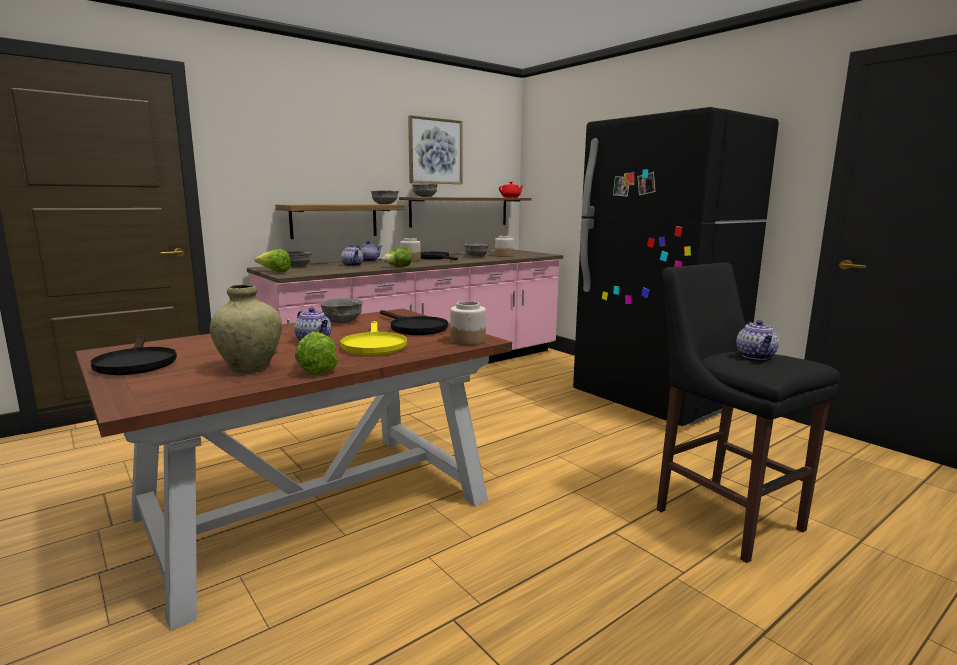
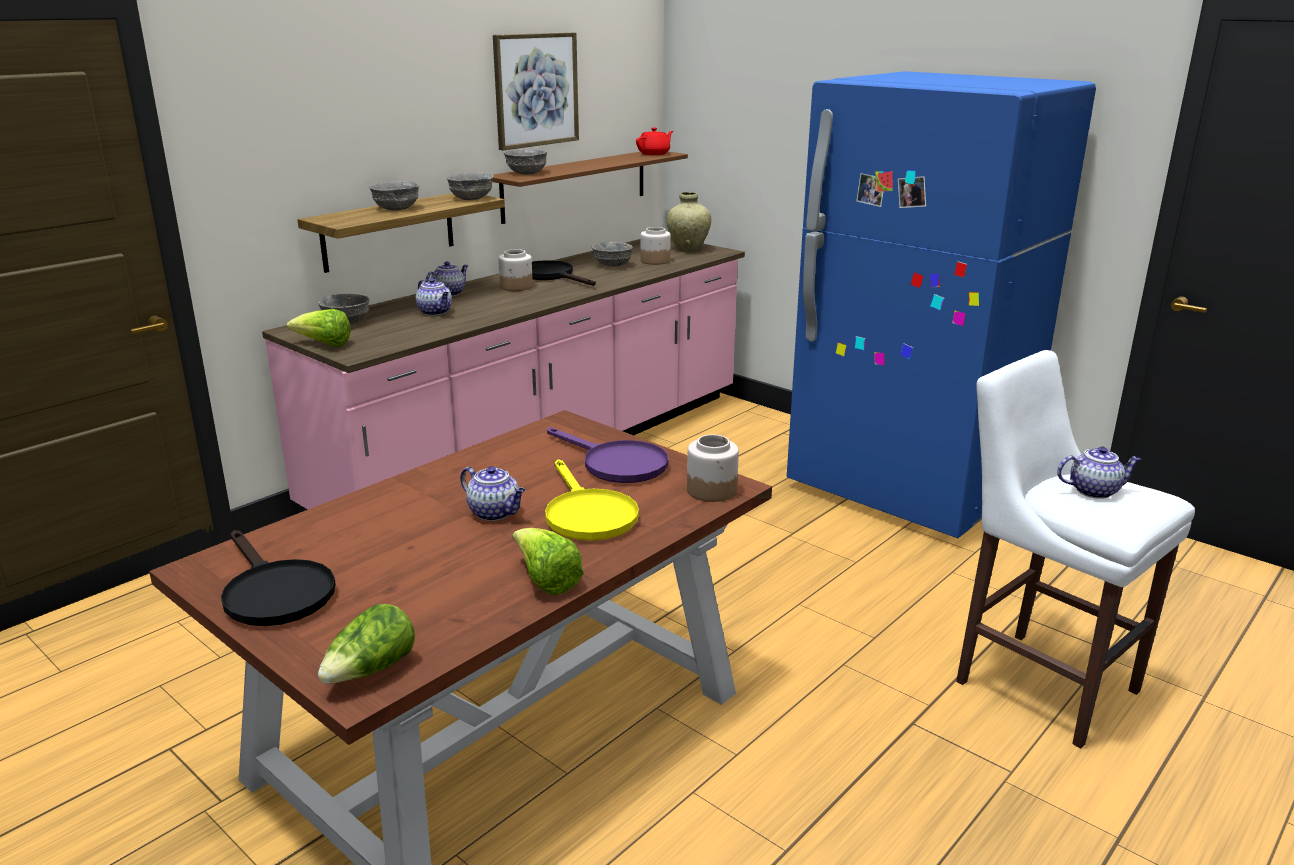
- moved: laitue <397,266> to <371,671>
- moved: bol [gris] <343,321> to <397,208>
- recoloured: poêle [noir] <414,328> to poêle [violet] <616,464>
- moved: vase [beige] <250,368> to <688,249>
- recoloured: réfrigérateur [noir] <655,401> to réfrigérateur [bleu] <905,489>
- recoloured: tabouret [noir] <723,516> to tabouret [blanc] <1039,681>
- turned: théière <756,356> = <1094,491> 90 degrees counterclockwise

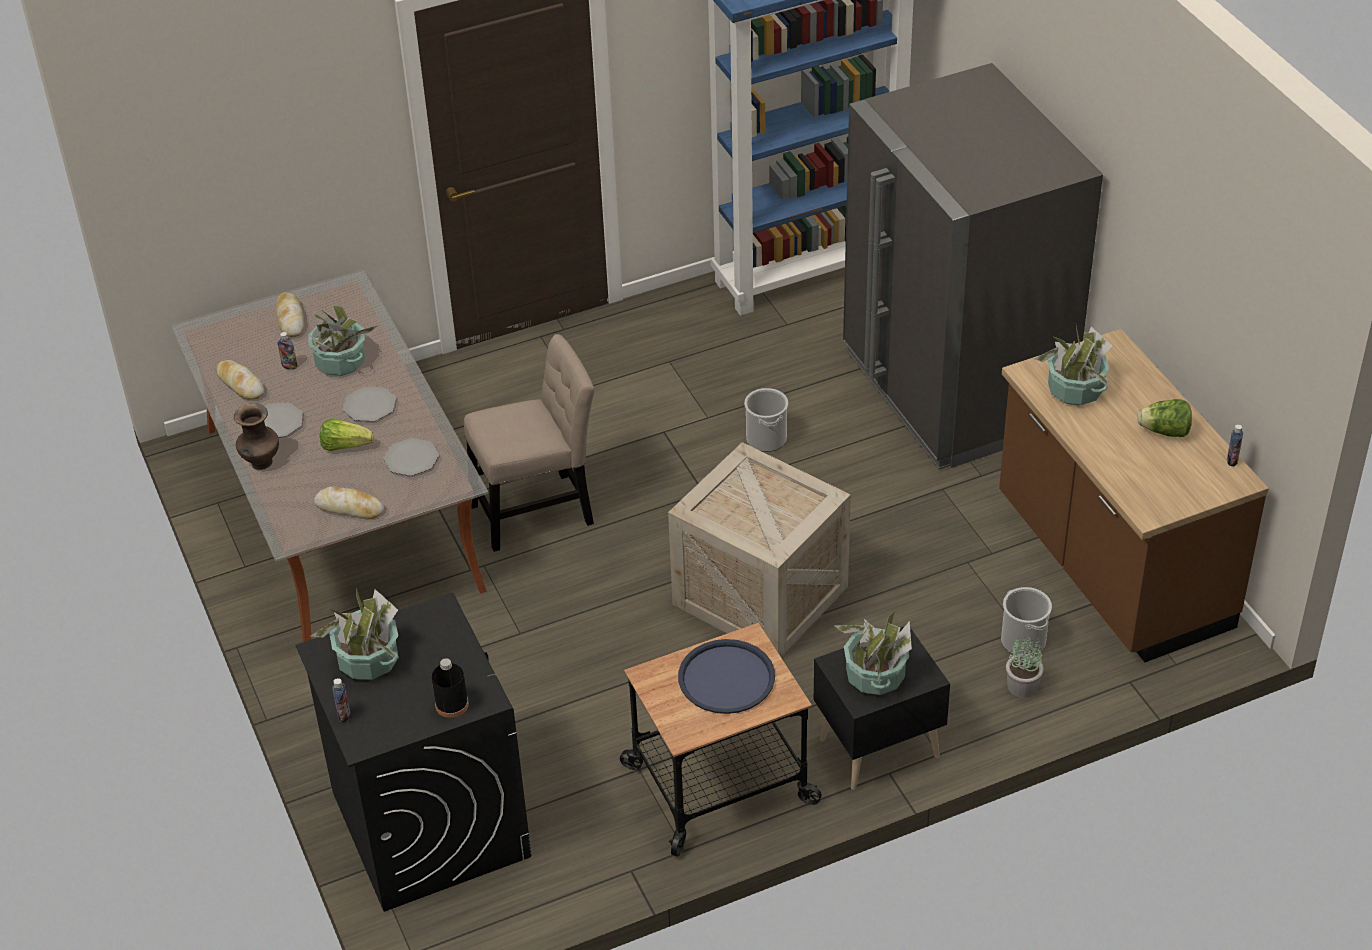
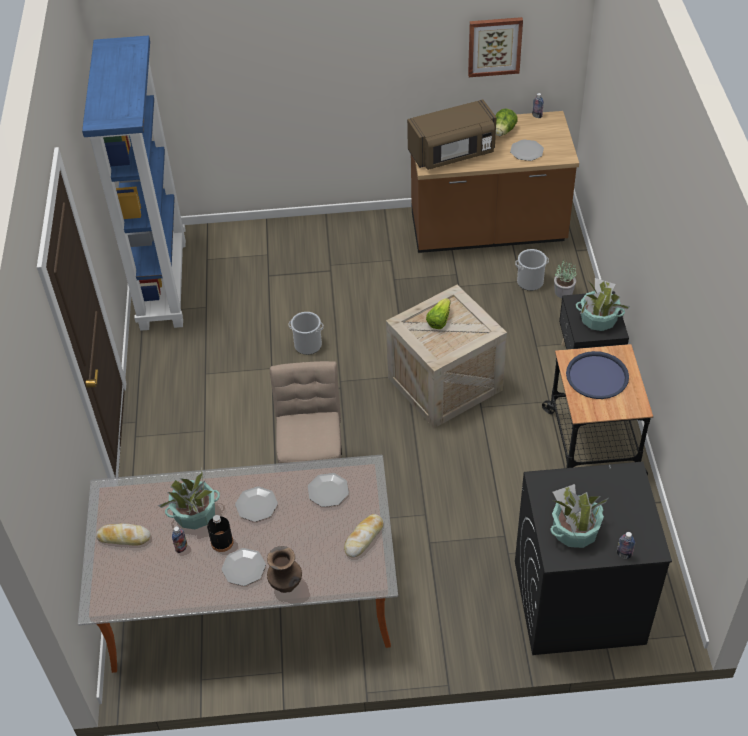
- moved: bouteille [noir] <452,705> to <222,542>
- replaced: plante en pot <1075,390> to micro-ondes [marron] <452,153>
- moved: laitue <345,445> to <439,320>
- added: tableau <494,46>
- added: assiette <526,151>
- removed: pain <240,384>
- removed: réfrigérateur [gris] <954,390>

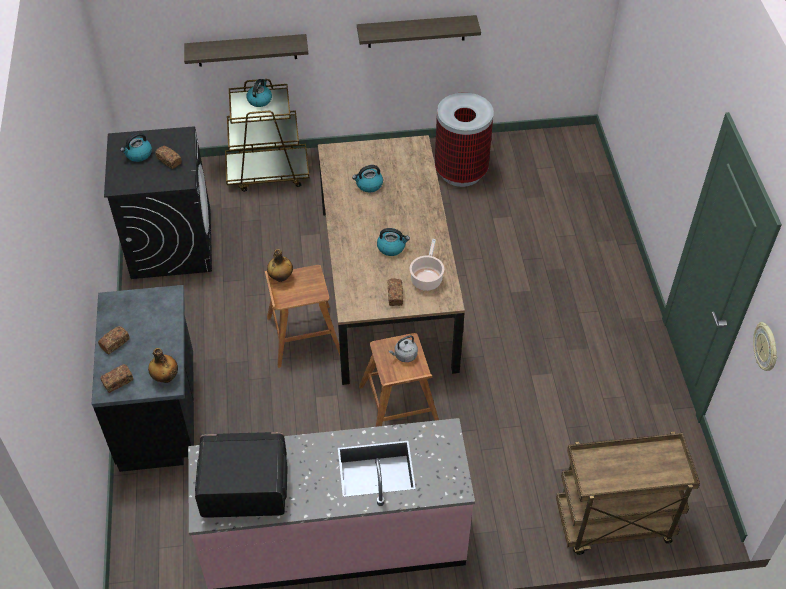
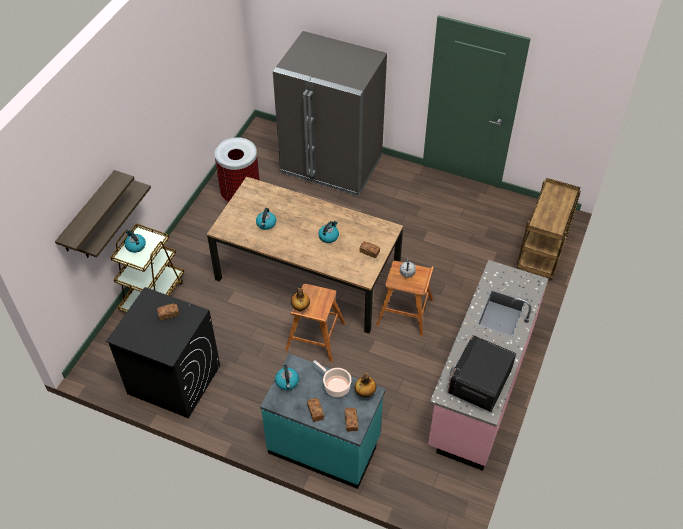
- moved: étagère <416,31> to <88,213>
- recoloured: comptoir de cuisine [noir] <160,413> to comptoir de cuisine [turquoise] <324,445>
- added: réfrigérateur [gris] <331,165>
- moved: bouilloire <138,154> to <287,382>
- moved: marmite <427,278> to <335,386>
- removed: horloge murale <766,348>

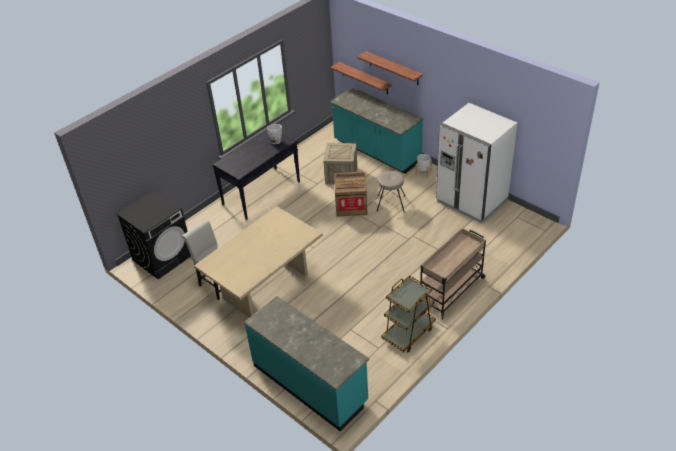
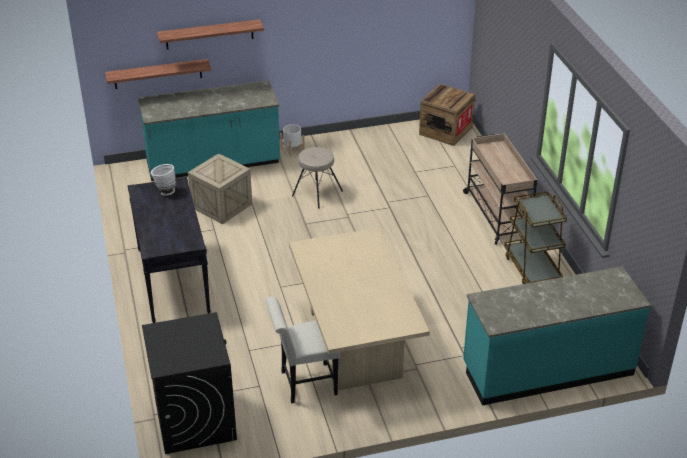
- moved: caisse <351,205> to <445,131>
- removed: réfrigérateur [blanc] <471,201>

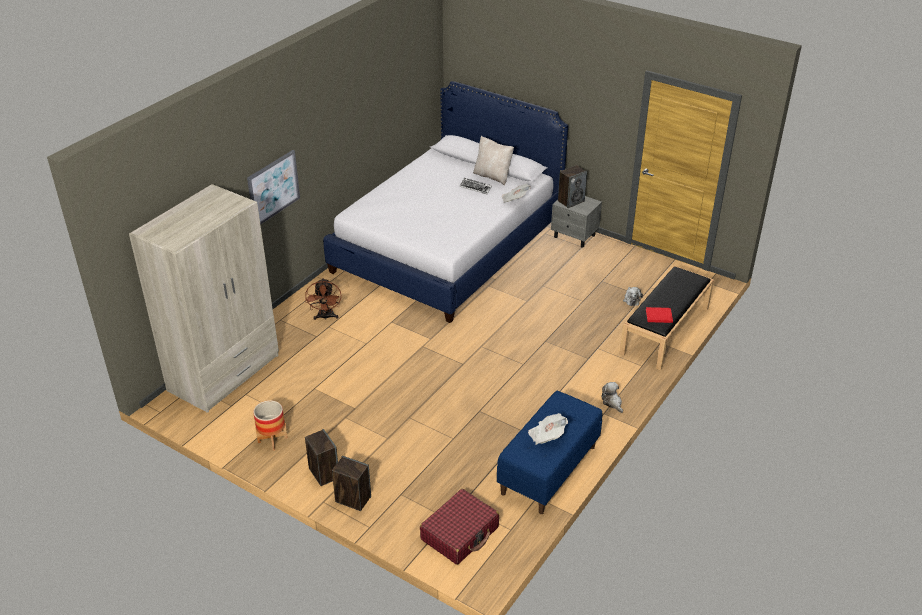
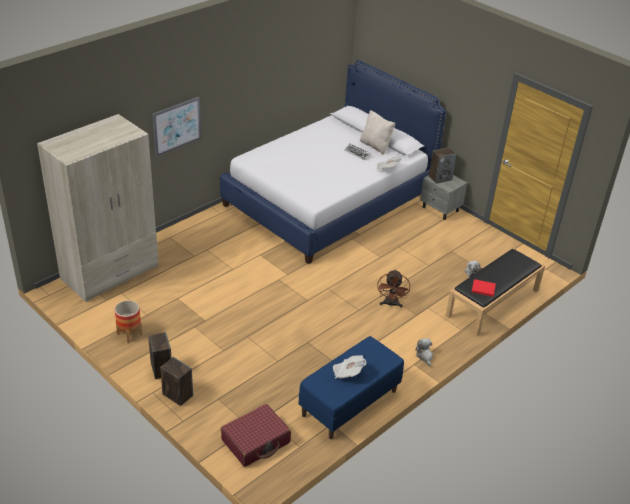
- moved: ventilateur [marron] <325,317> to <391,304>

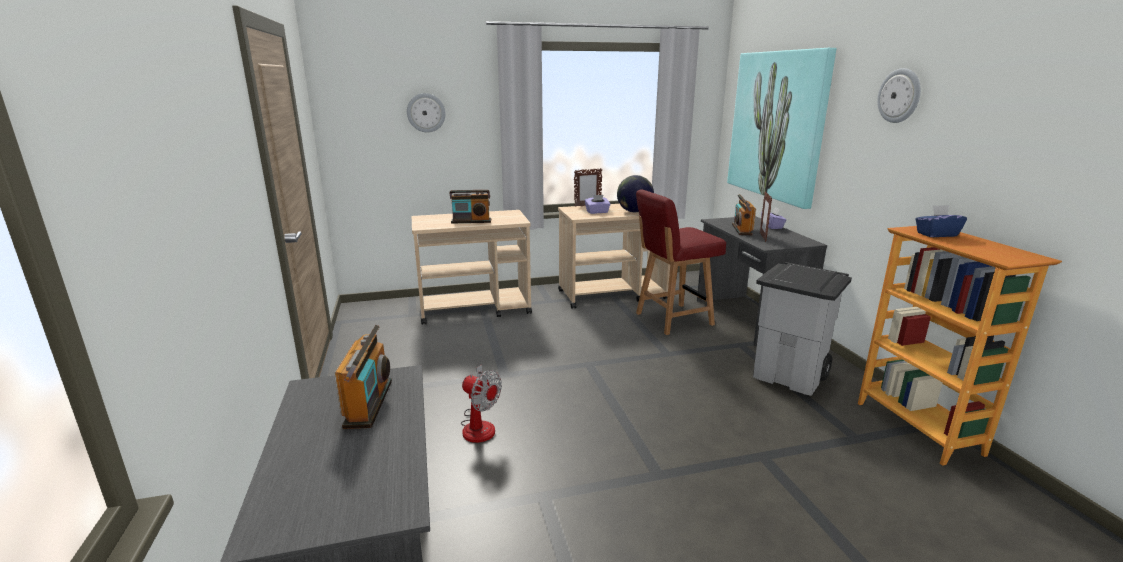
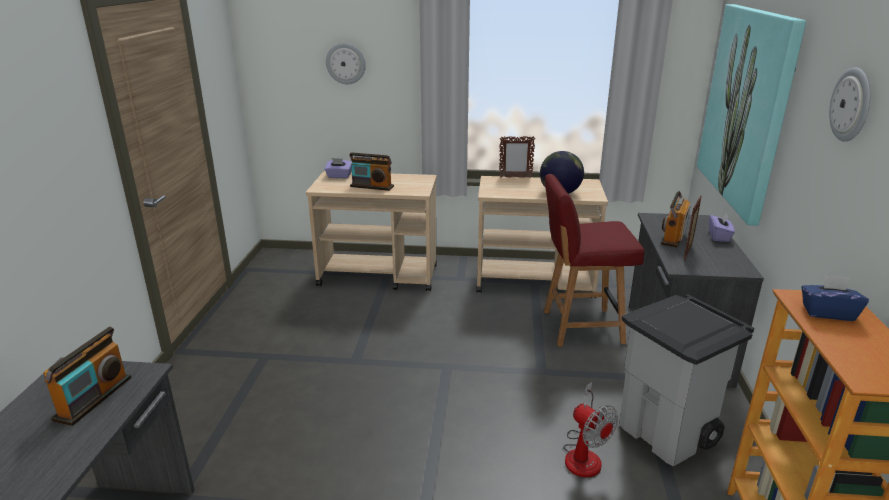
- moved: boîte à mouchoirs [violet] <597,212> to <339,176>
- moved: ventilateur <479,425> to <584,454>

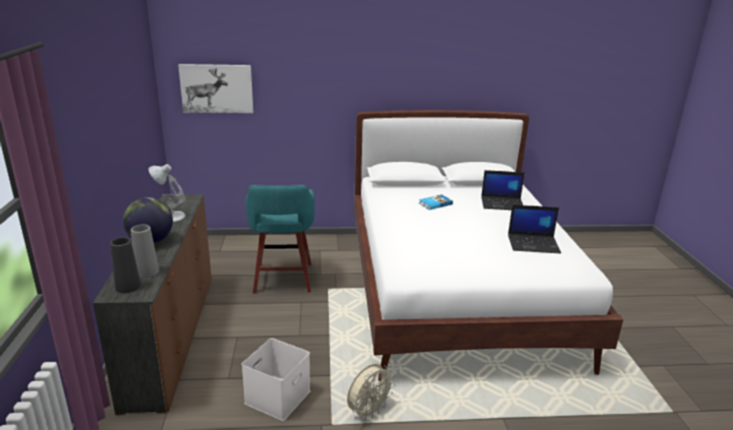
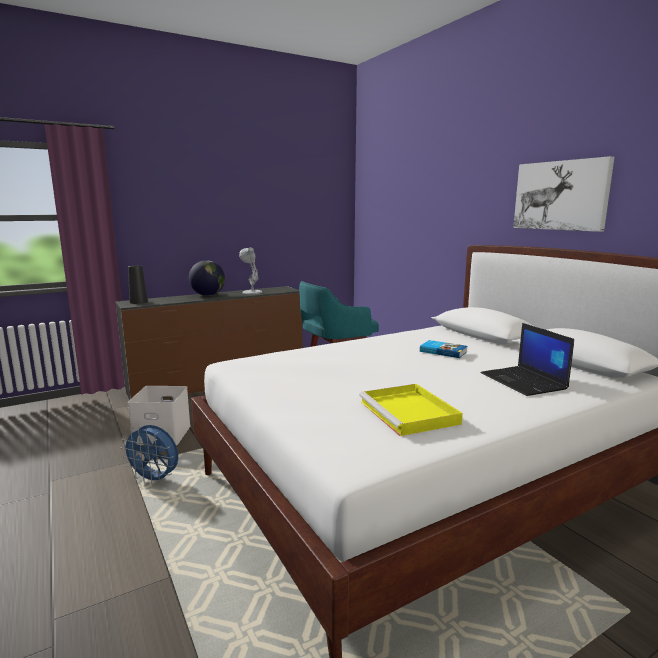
- recoloured: ventilateur [beige] <368,412> to ventilateur [bleu] <155,479>
- replaced: ordinateur portable <534,244> to plateau [jaune] <410,413>
- moved: tableau <217,88> to <561,195>
- removed: vase [gris] <147,272>

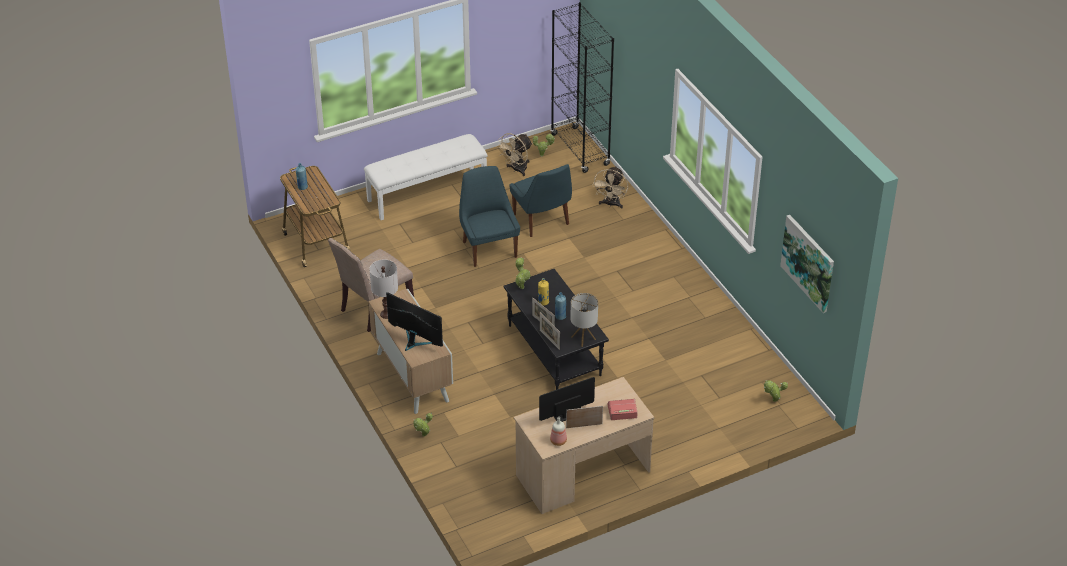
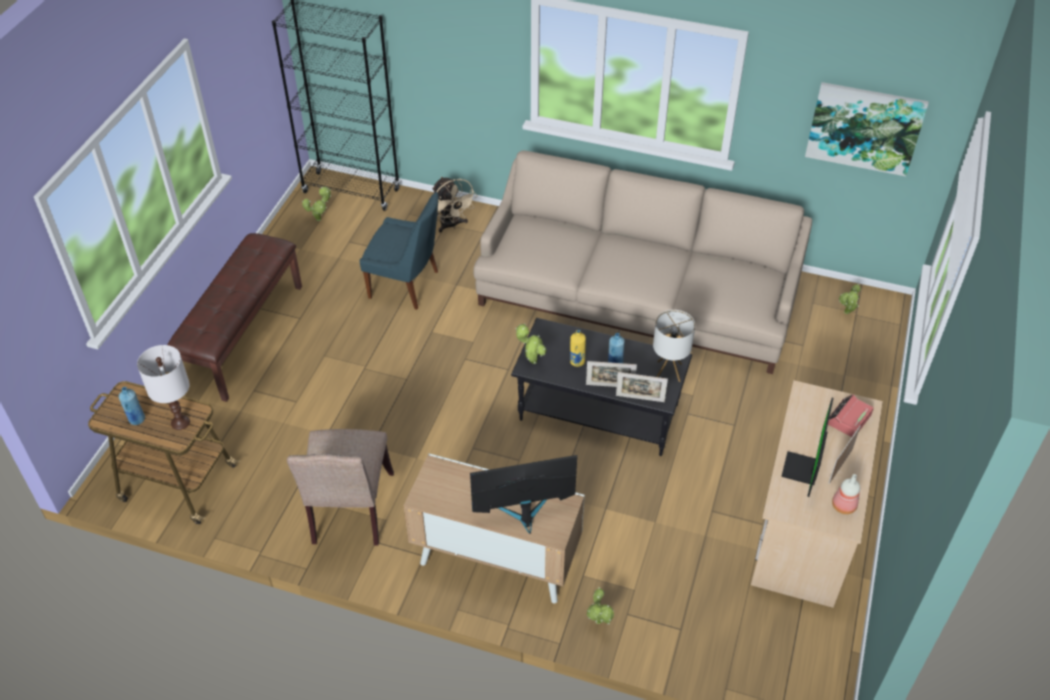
- moved: lampe de table [blanc] <386,314> to <180,422>
- recoloured: banc [blanc] <427,193> to banc [marron] <243,335>
- added: canapé [beige] <636,297>
- removed: chaise [bleu] <489,248>
- removed: ventilateur [beige] <516,170>

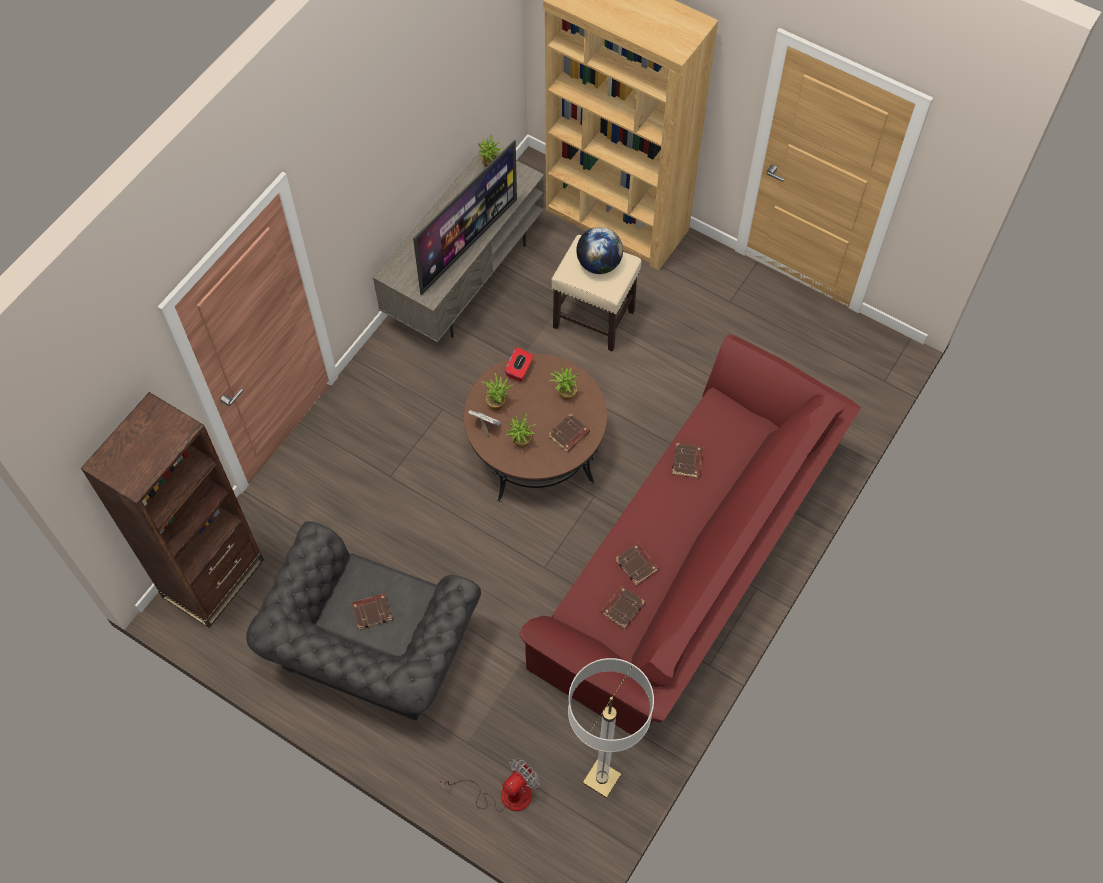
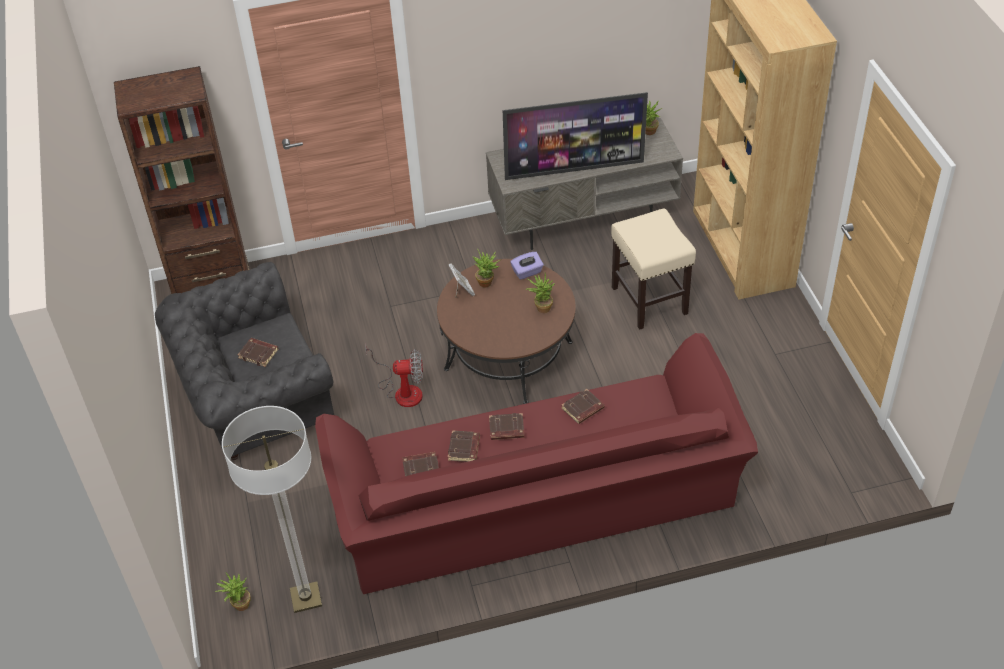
- moved: plante en pot <520,444> to <238,605>
- moved: ventilateur <504,794> to <402,390>
- moved: livre [marron] <569,435> to <506,429>
- recoloured: boîte à mouchoirs [rouge] <519,370> to boîte à mouchoirs [violet] <527,272>
- removed: globe <599,264>

